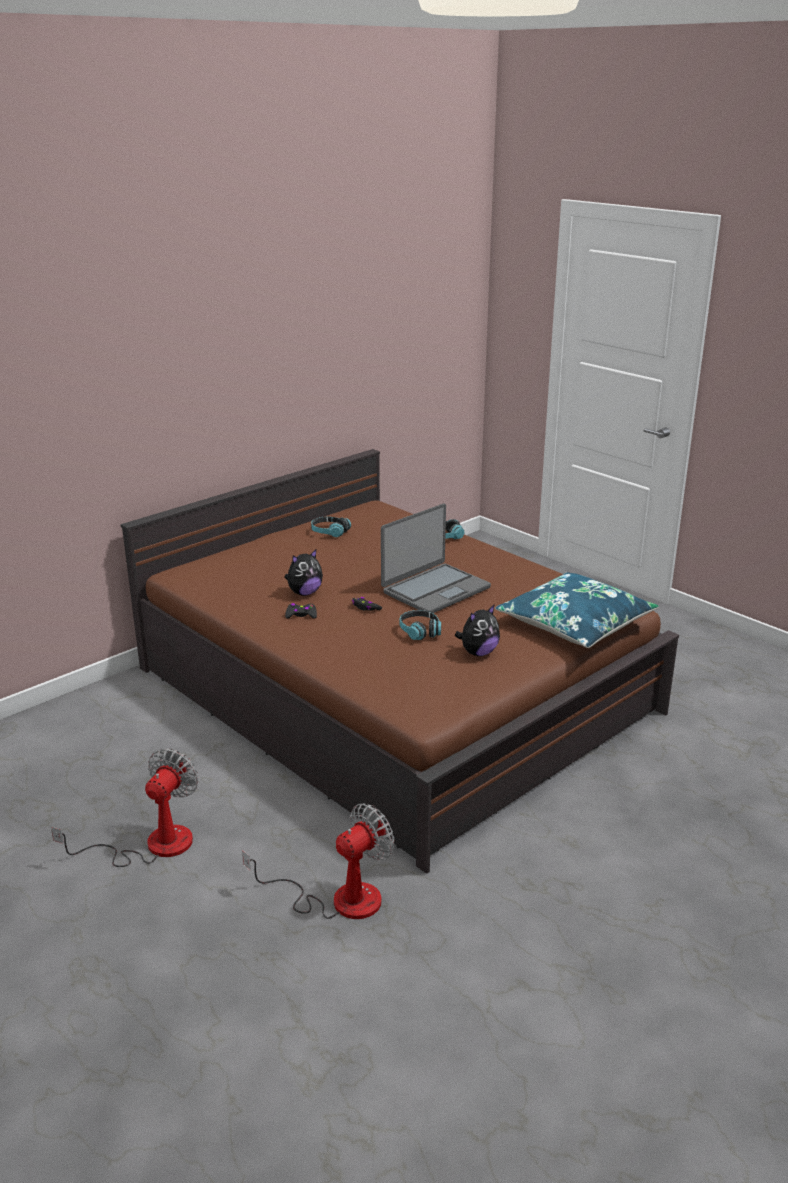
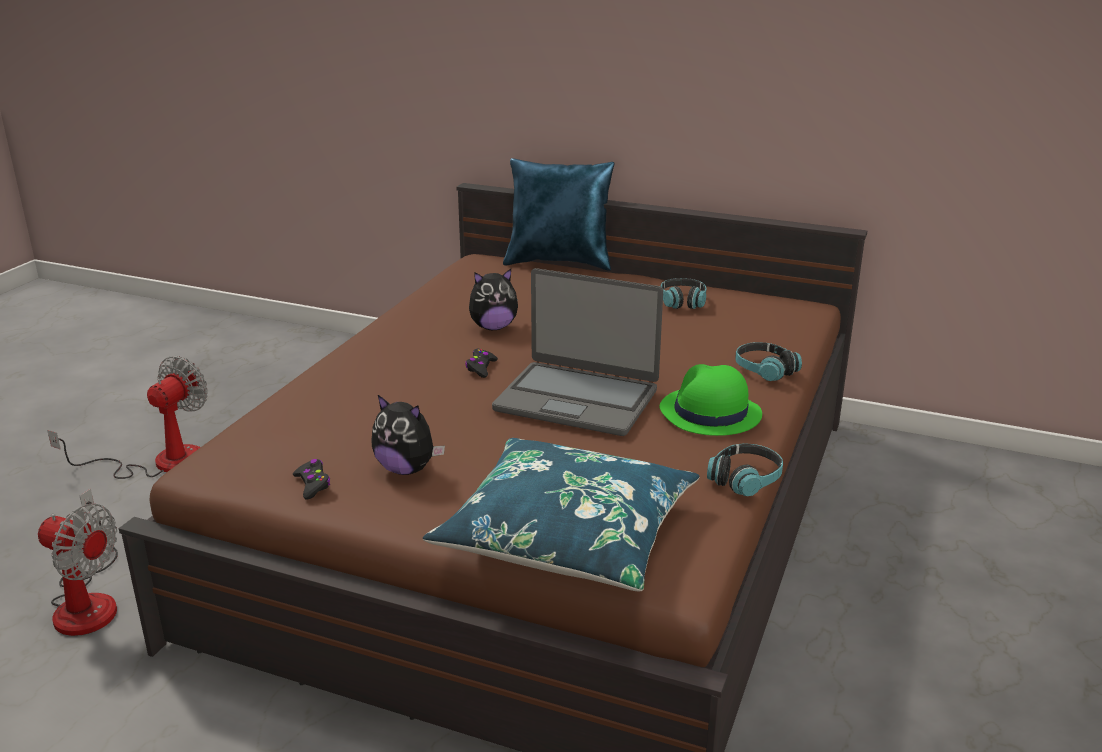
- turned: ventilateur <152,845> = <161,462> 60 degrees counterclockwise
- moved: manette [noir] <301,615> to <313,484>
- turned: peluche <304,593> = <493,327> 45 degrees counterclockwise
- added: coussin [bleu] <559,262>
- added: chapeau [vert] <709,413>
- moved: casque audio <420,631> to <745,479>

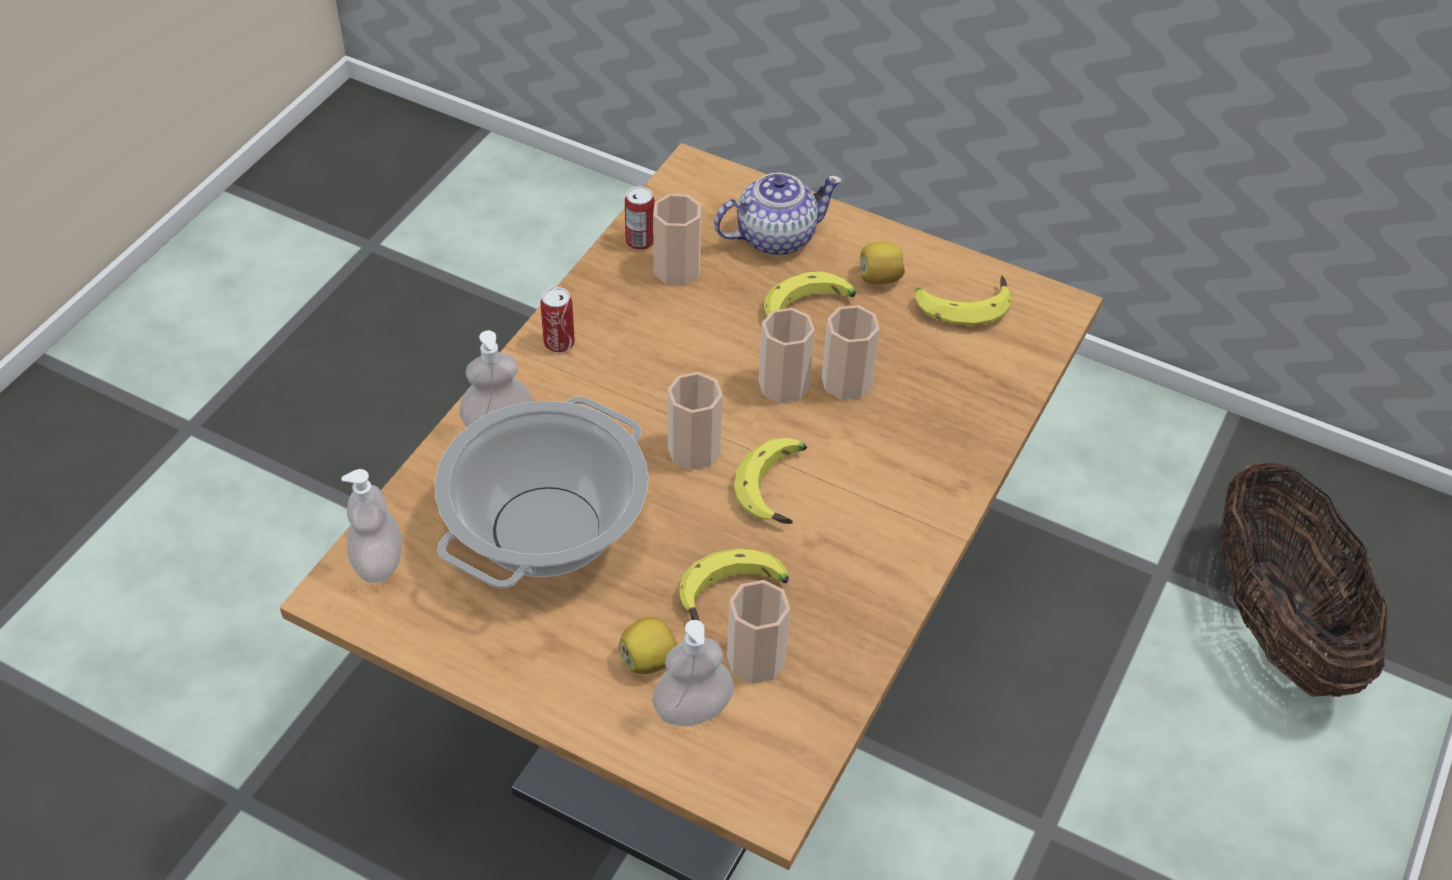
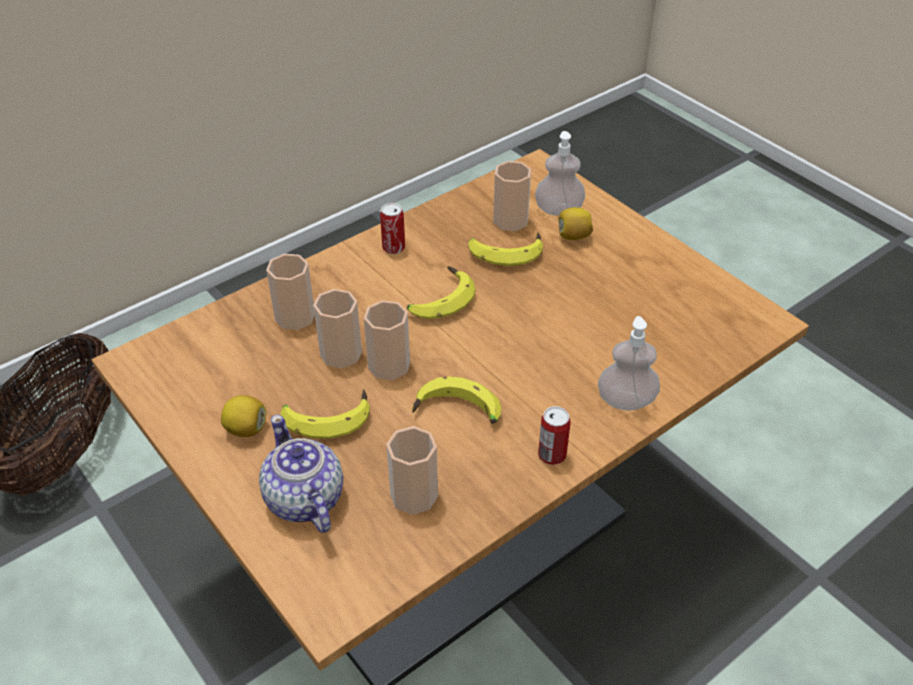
- turned: théière <774,237> = <304,500> 60 degrees clockwise
- moved: tasse <694,450> to <295,317>
- moved: boîte métallique <640,241> to <393,248>
- moved: banane <962,304> to <457,412>
- removed: distributeur de savon <378,562>
- removed: marmite <546,532>

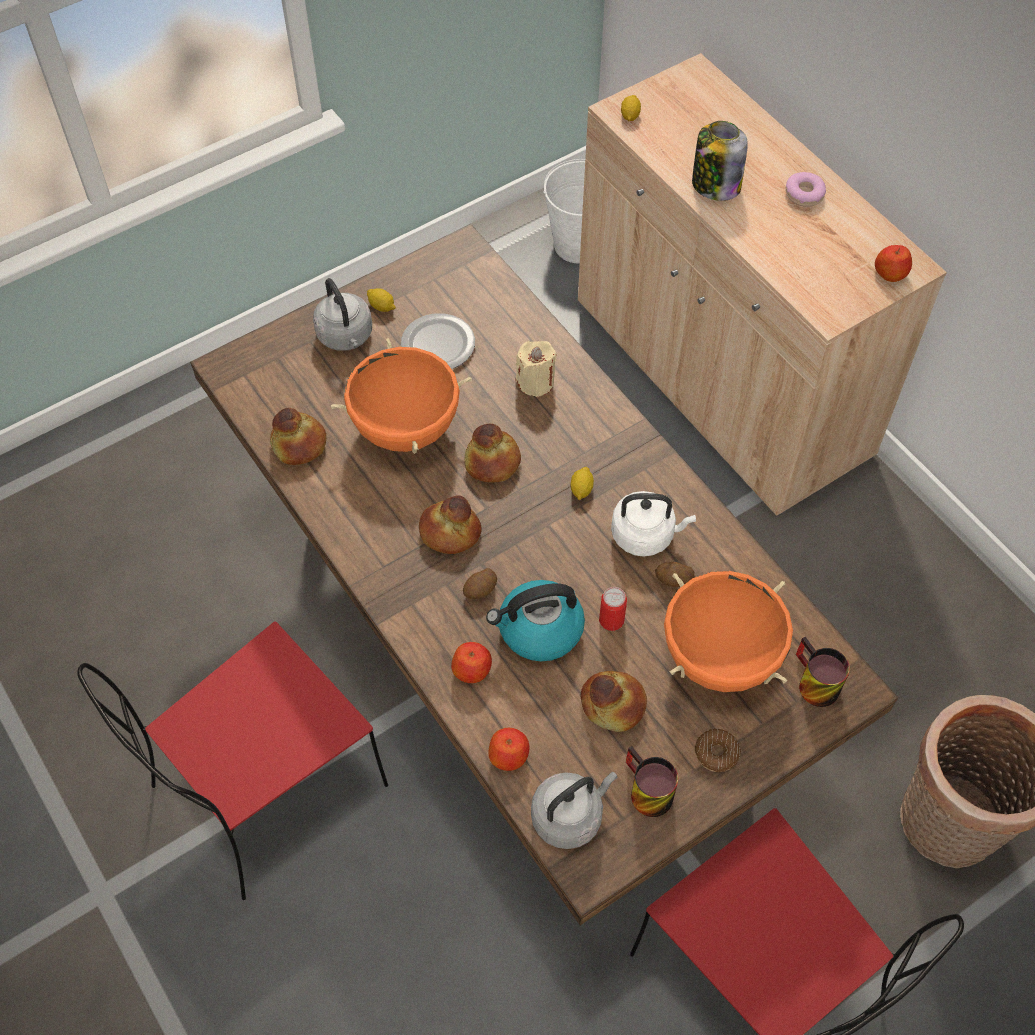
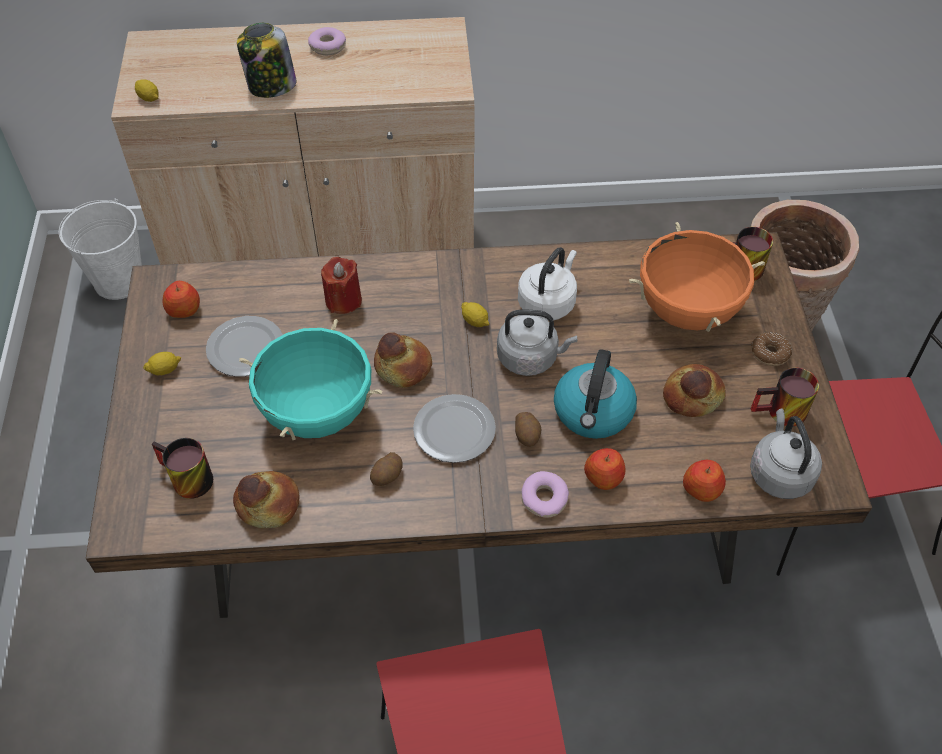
- added: mug <185,481>
- moved: pomme <890,273> to <184,309>
- recoloured: marmite [orange] <405,428> to marmite [turquoise] <317,413>
- recoloured: bougie [beige] <535,382> to bougie [rouge] <343,300>
- moved: pomme de terre <673,580> to <387,476>
- replaced: pain <450,532> to assiette <452,430>
- moved: bouilloire [gris] <346,337> to <530,358>
- added: beignet <544,499>
- removed: boîte métallique <611,620>

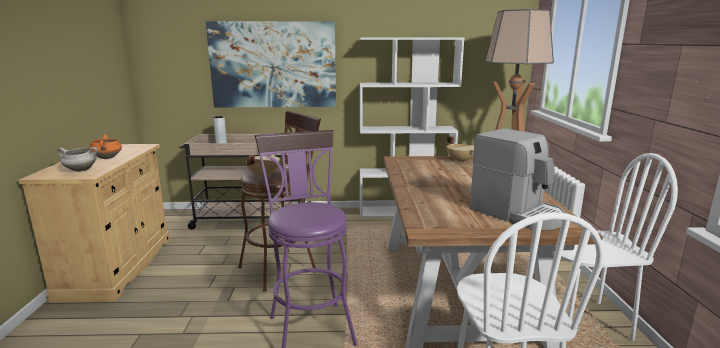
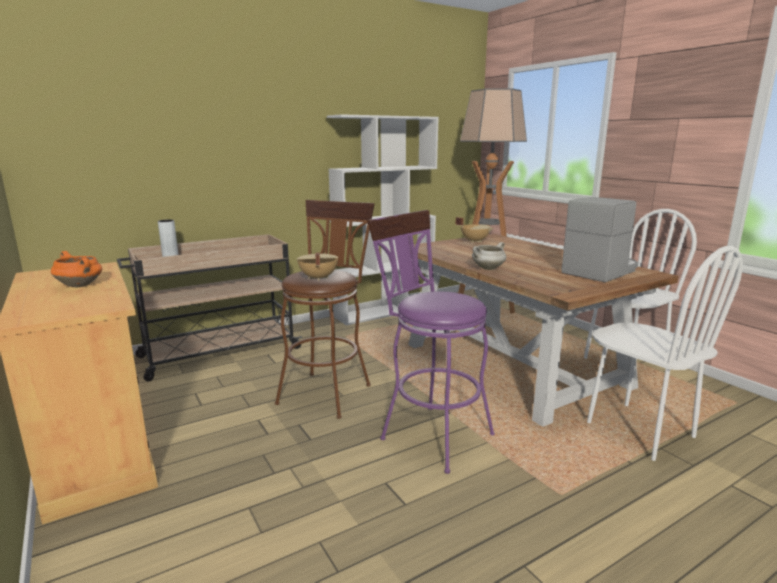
- moved: marmite [blanc] <80,170> to <488,268>
- turned: machine à café <517,213> = <600,271> 60 degrees counterclockwise
- removed: tableau <273,65>

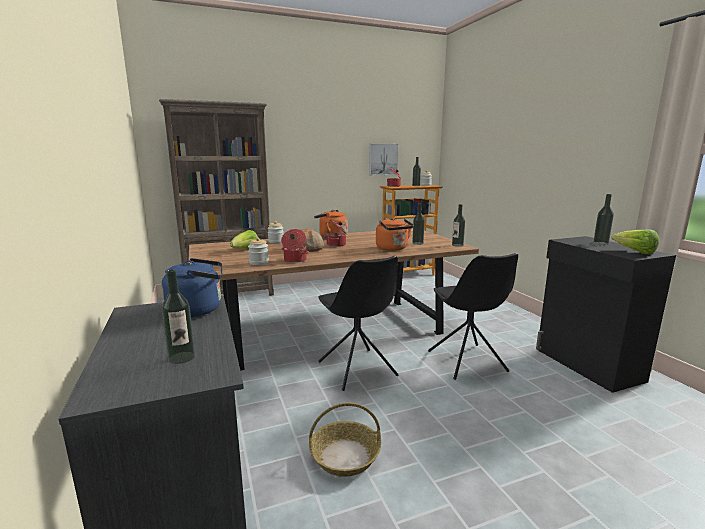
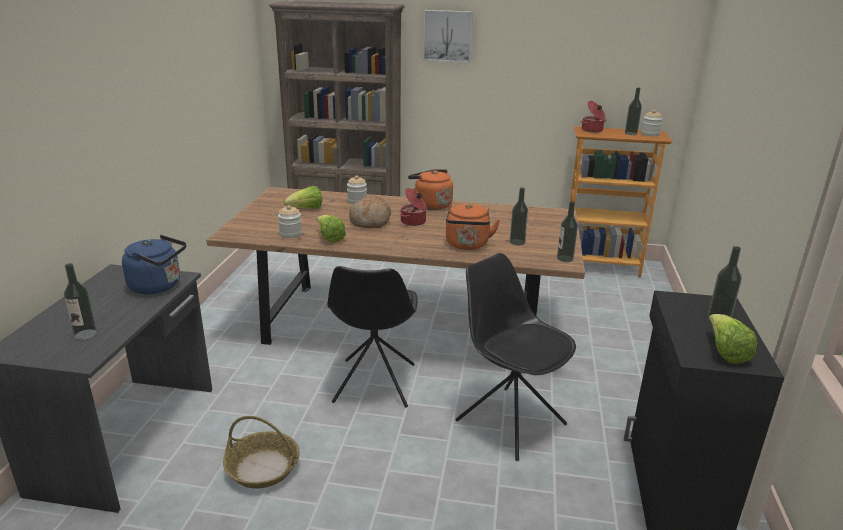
- replaced: marmite <294,260> to laitue <329,238>
- moved: tableau <382,159> to <448,36>
- turned: chaise [noir] <467,362> = <509,421> 120 degrees clockwise

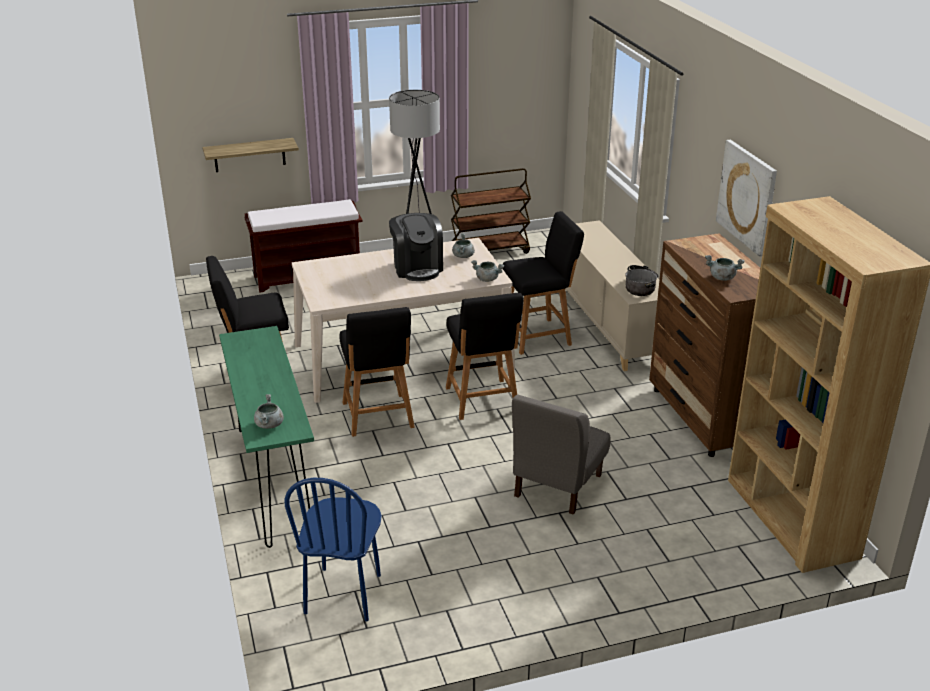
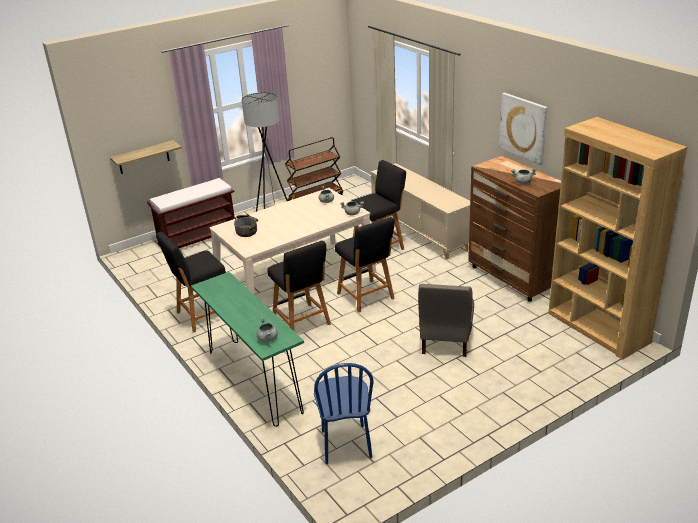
- moved: marmite <641,287> to <247,230>
- removed: machine à café <417,268>

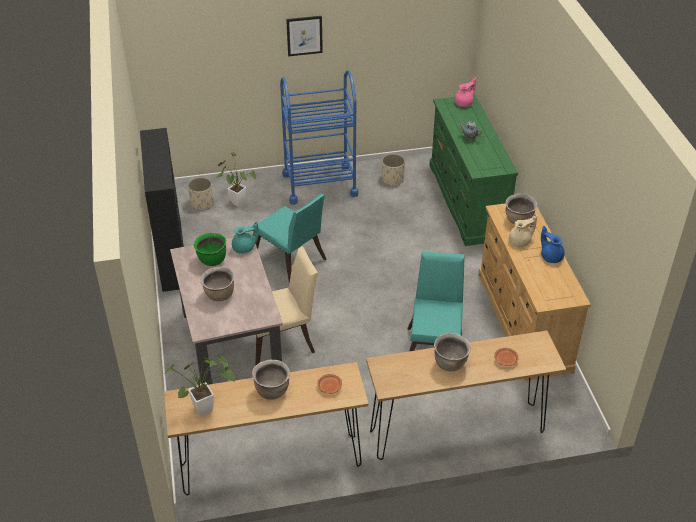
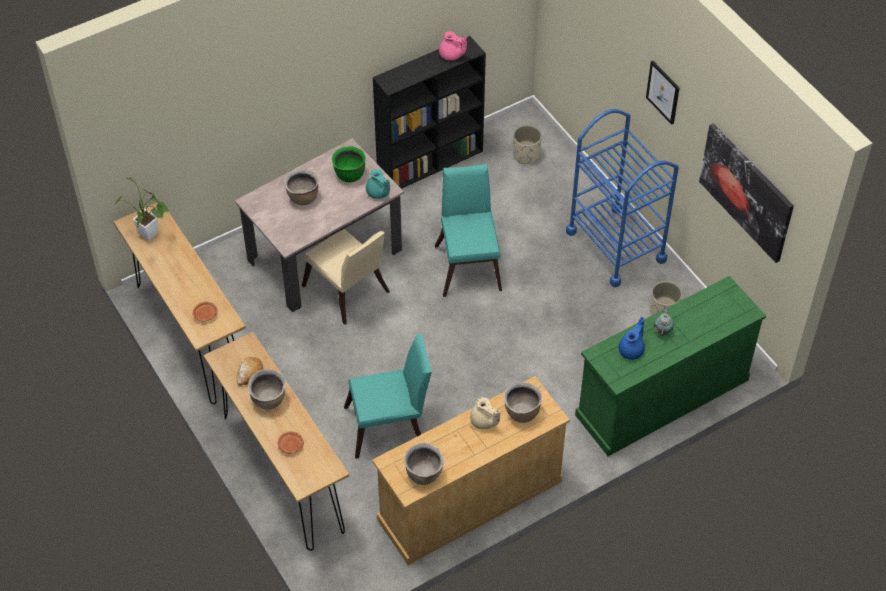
- added: pain <249,373>
- moved: marmite [marron] <272,390> to <424,474>
- turned: chaise [turquoise] <291,263> = <468,263> 150 degrees clockwise
- moved: théière [rose] <464,103> to <451,55>
- moved: théière [bleu] <551,256> to <632,350>
- added: tableau <746,192>
- removed: plante en pot <236,201>

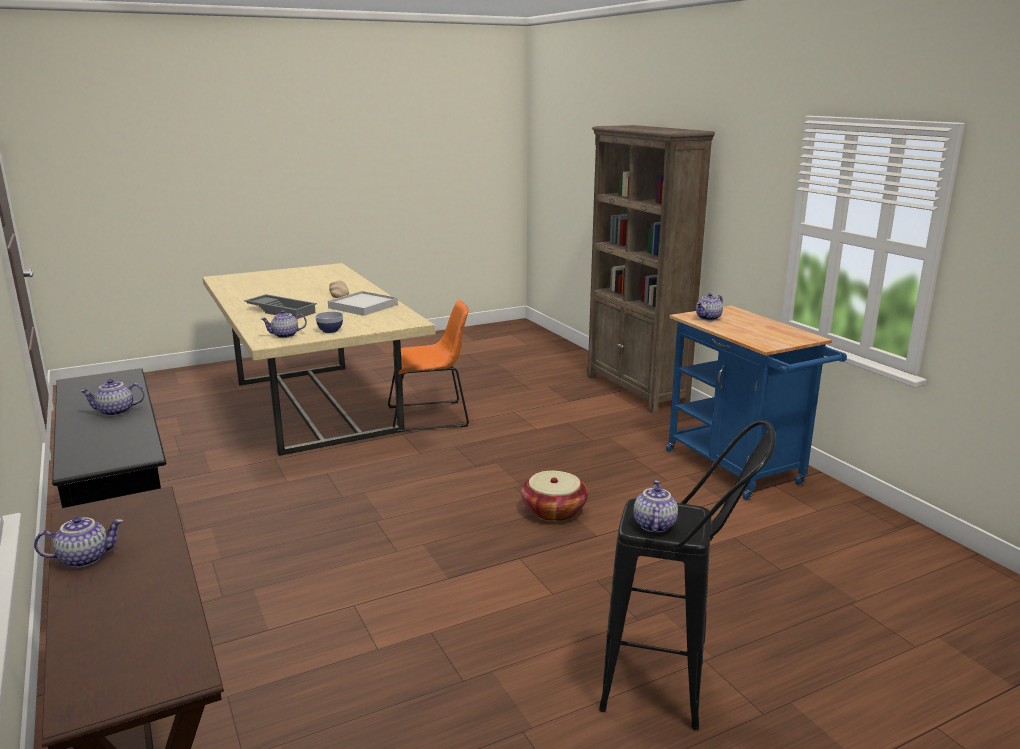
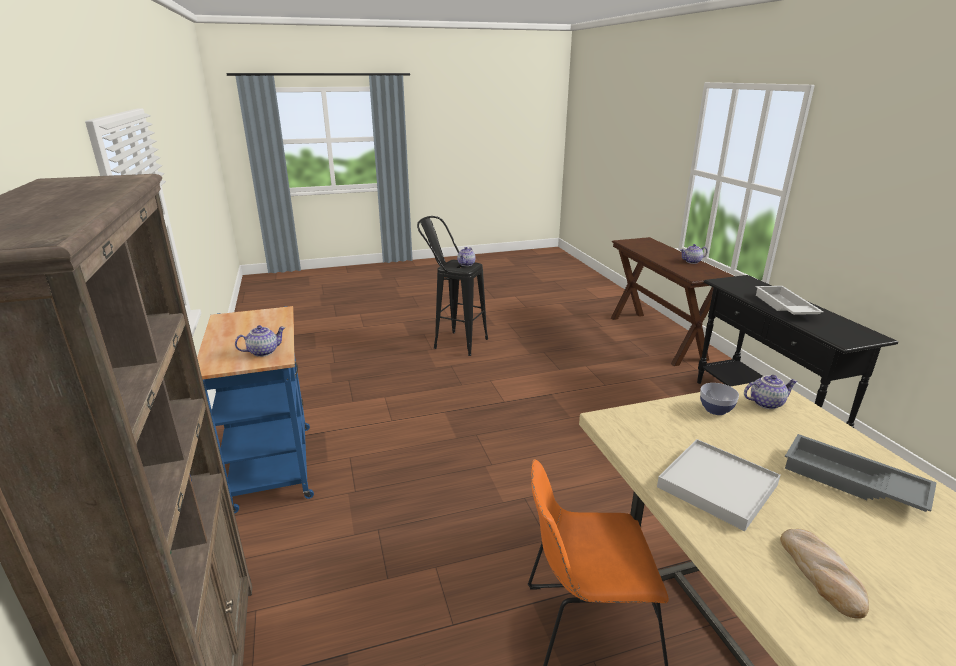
- replaced: théière <115,412> to plateau [blanc] <783,307>
- removed: panier <554,511>

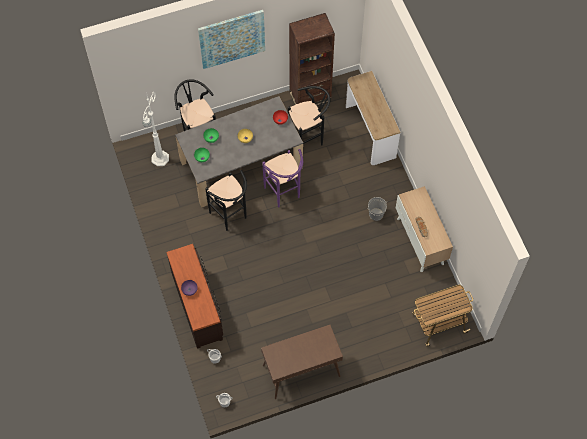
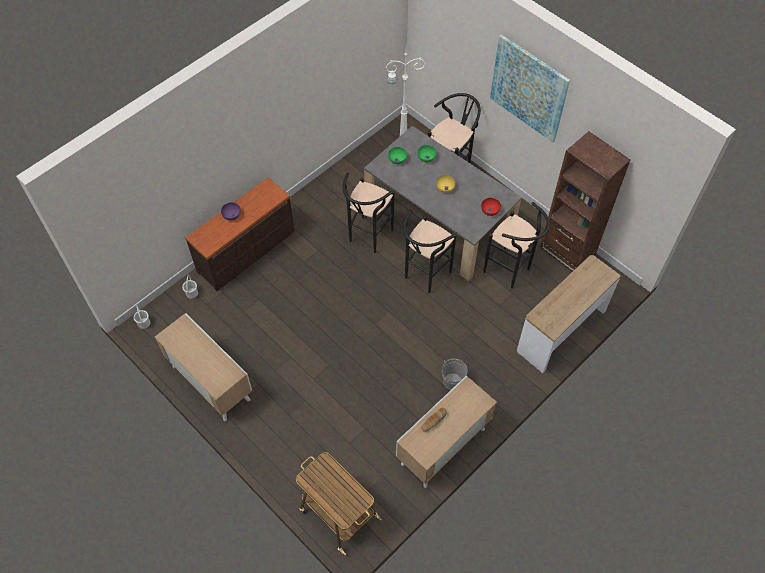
- replaced: table console [marron] <301,371> to meuble de rangement <210,383>
- recoloured: tabouret [violet] <284,195> to tabouret [noir] <424,277>

